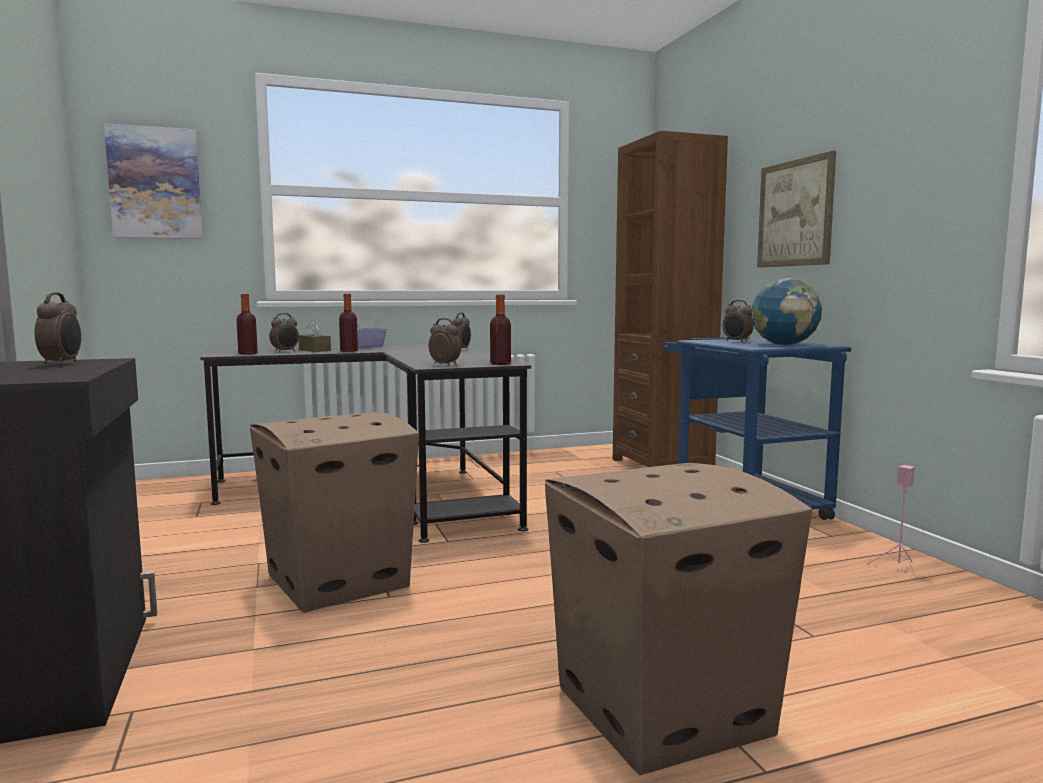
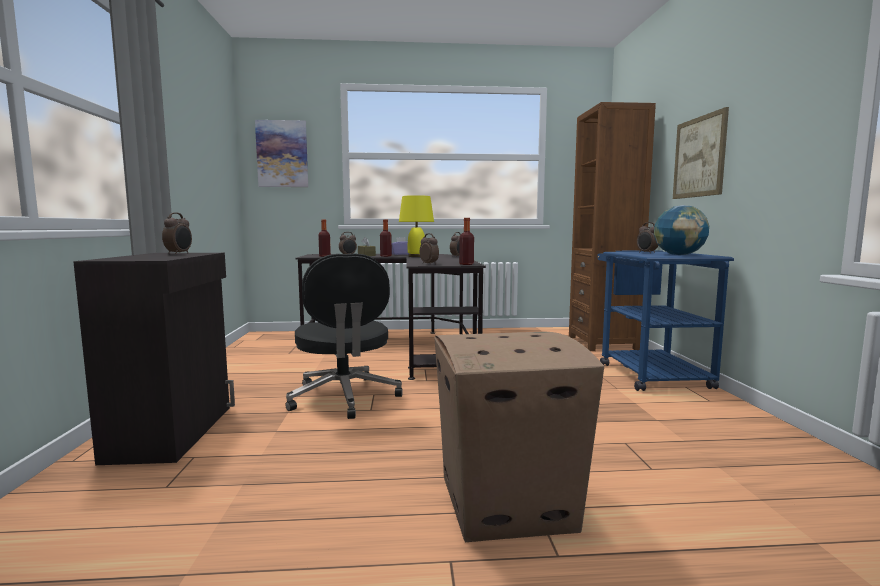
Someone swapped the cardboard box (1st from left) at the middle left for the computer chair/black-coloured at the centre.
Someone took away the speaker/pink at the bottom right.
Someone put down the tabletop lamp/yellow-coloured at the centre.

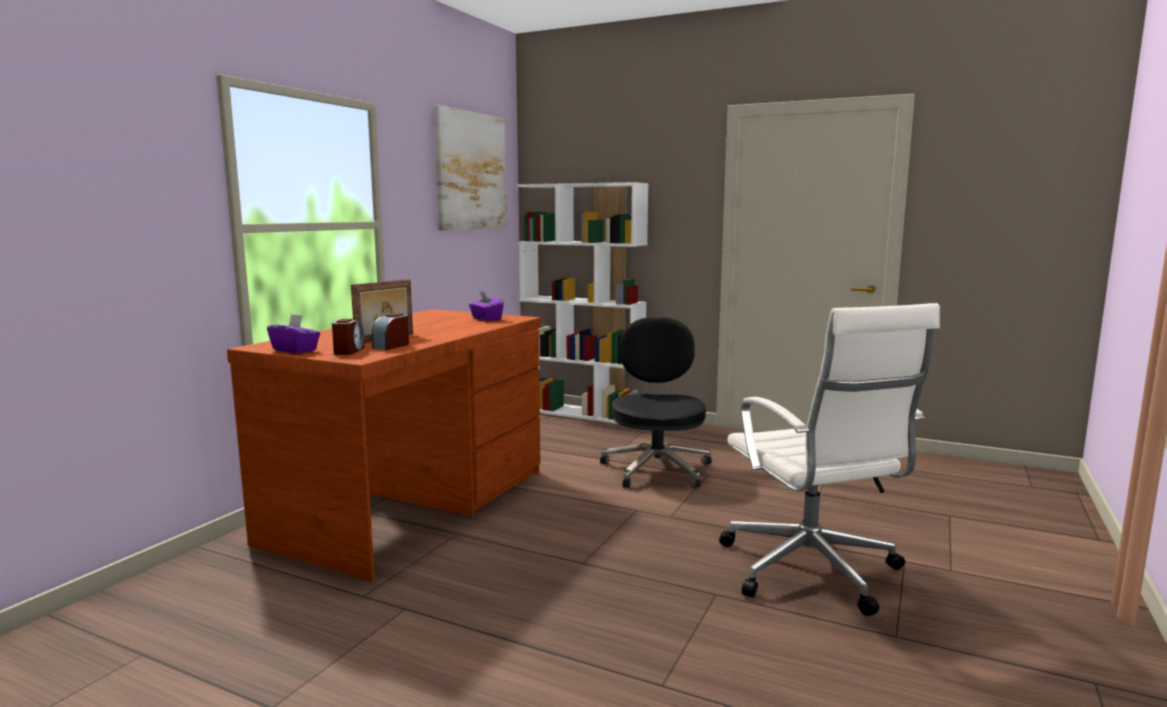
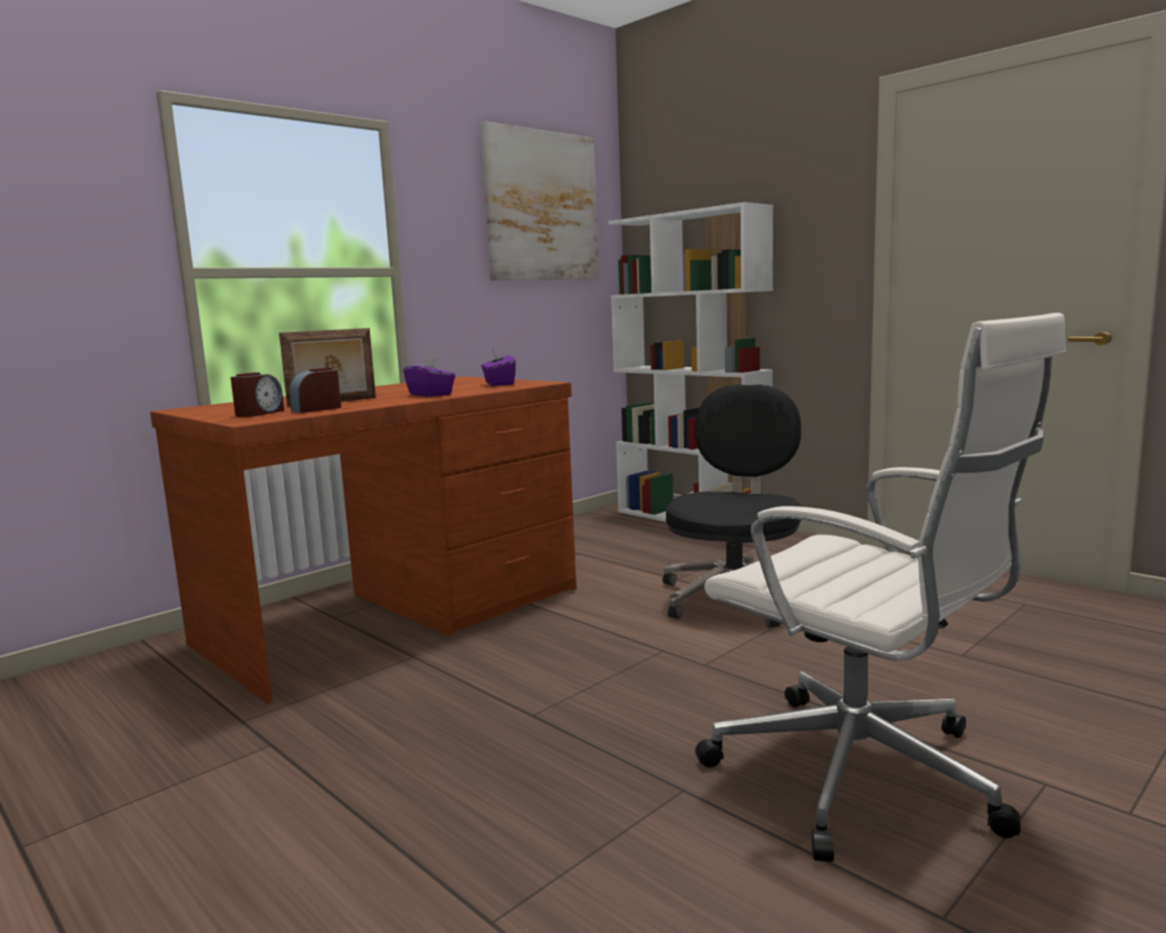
Someone rotated the computer chair/whitish at the middle right by 45 degrees counterclockwise.
Someone carried the tissue holder/purple-coloured (1st from left) from the middle left to the centre.

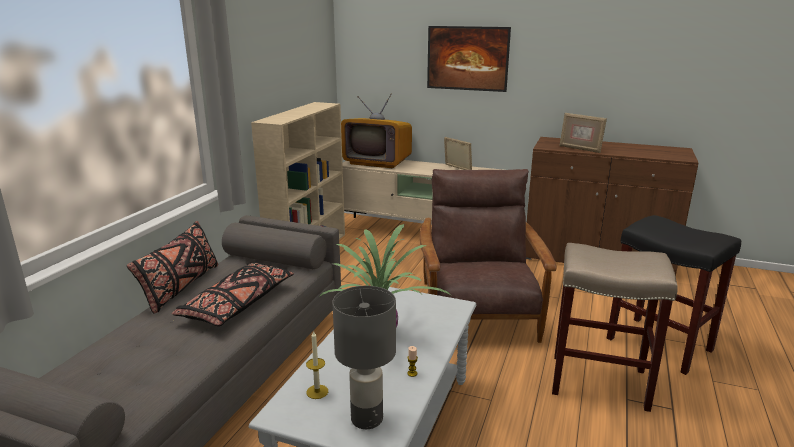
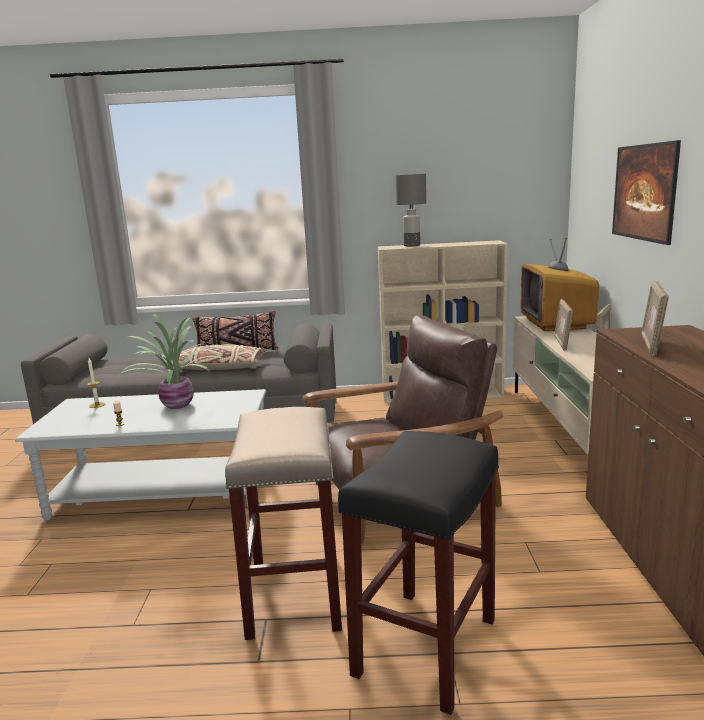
Someone repainted the pillow/black-coloured (2nd from left) at the middle left, which became the pillow/sand-coloured at the middle left.
Someone carried the tabletop lamp/greyish from the bottom centre to the top centre.
Someone put down the picture frame (1st from left) at the middle right.

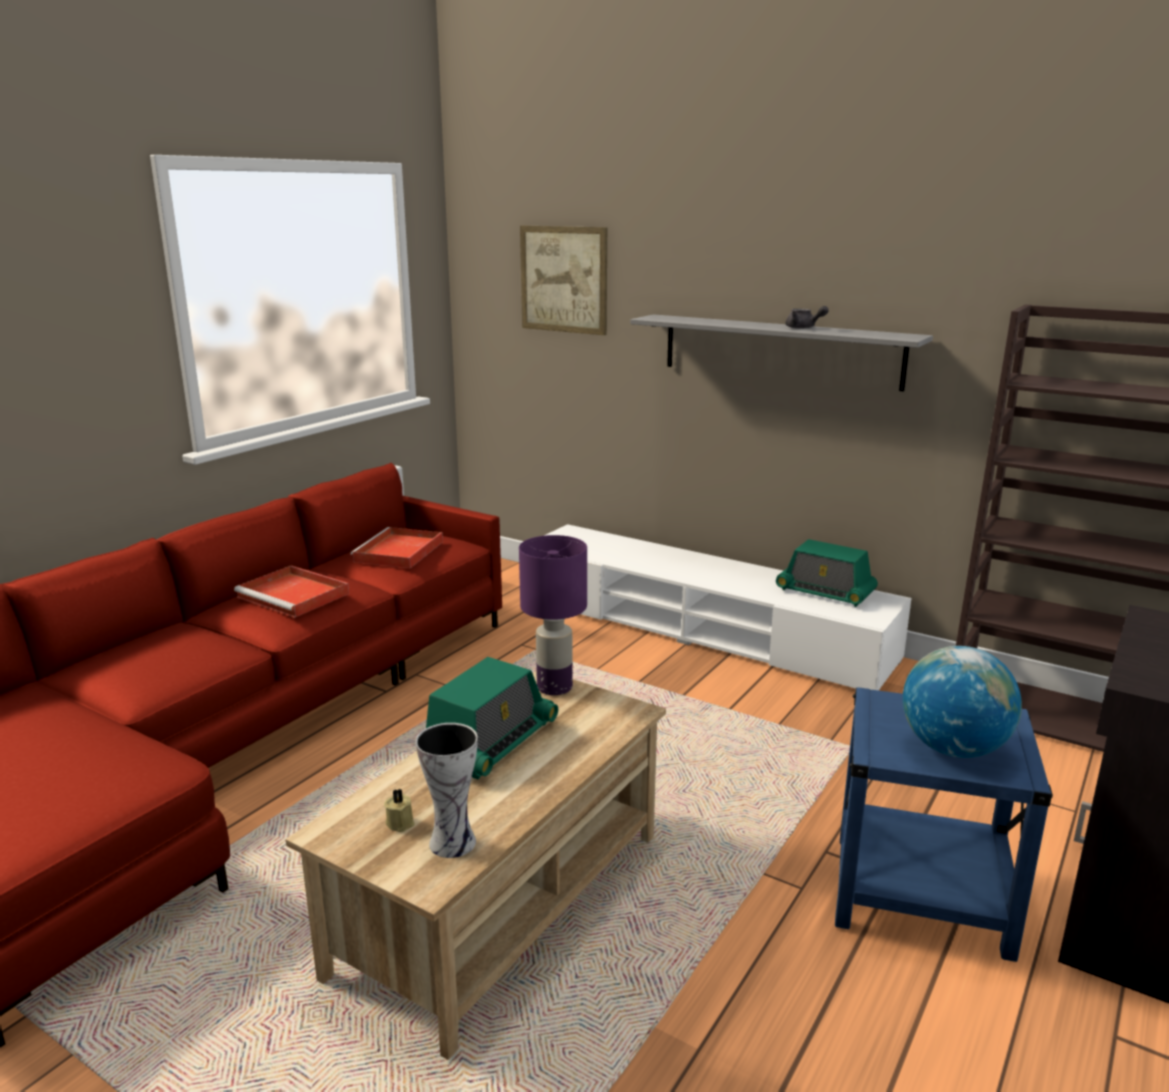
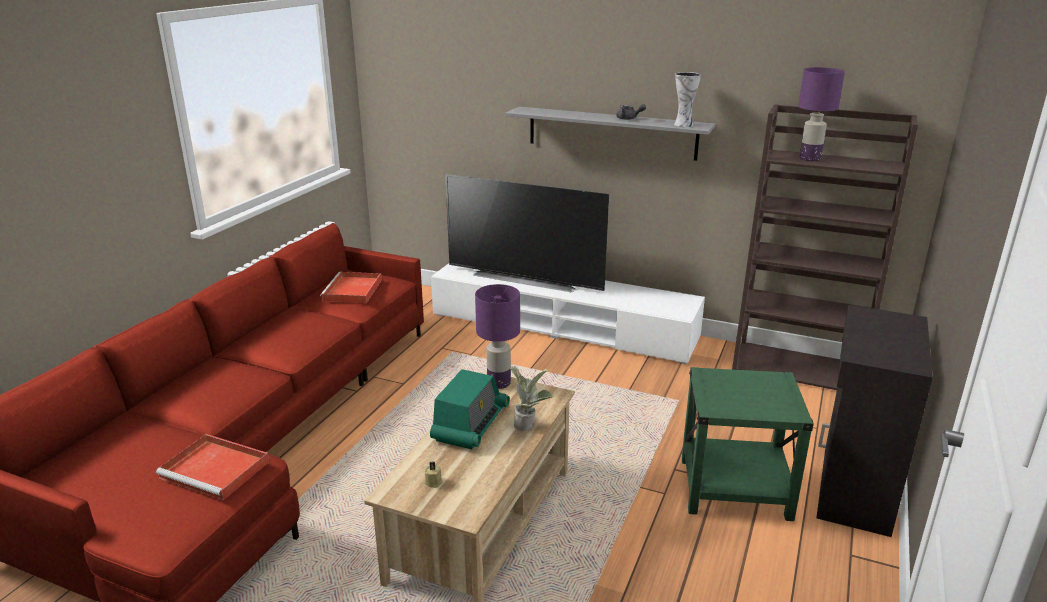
Someone took away the picture at the top centre.
Someone took away the radio (2nd from left) at the middle right.
Someone carried the tray/red-coloured (1st from left) from the middle left to the bottom left.
Someone took away the world globe at the middle right.
Someone repainted the side table/blue-coloured at the bottom right, which became the side table/green-coloured at the bottom right.
Someone carried the decorative vase from the bottom centre to the top centre.
Someone put down the tabletop lamp/purple-coloured (2nd from left) at the top right.
Someone put down the TV at the centre.
Someone put down the potted plant at the centre.

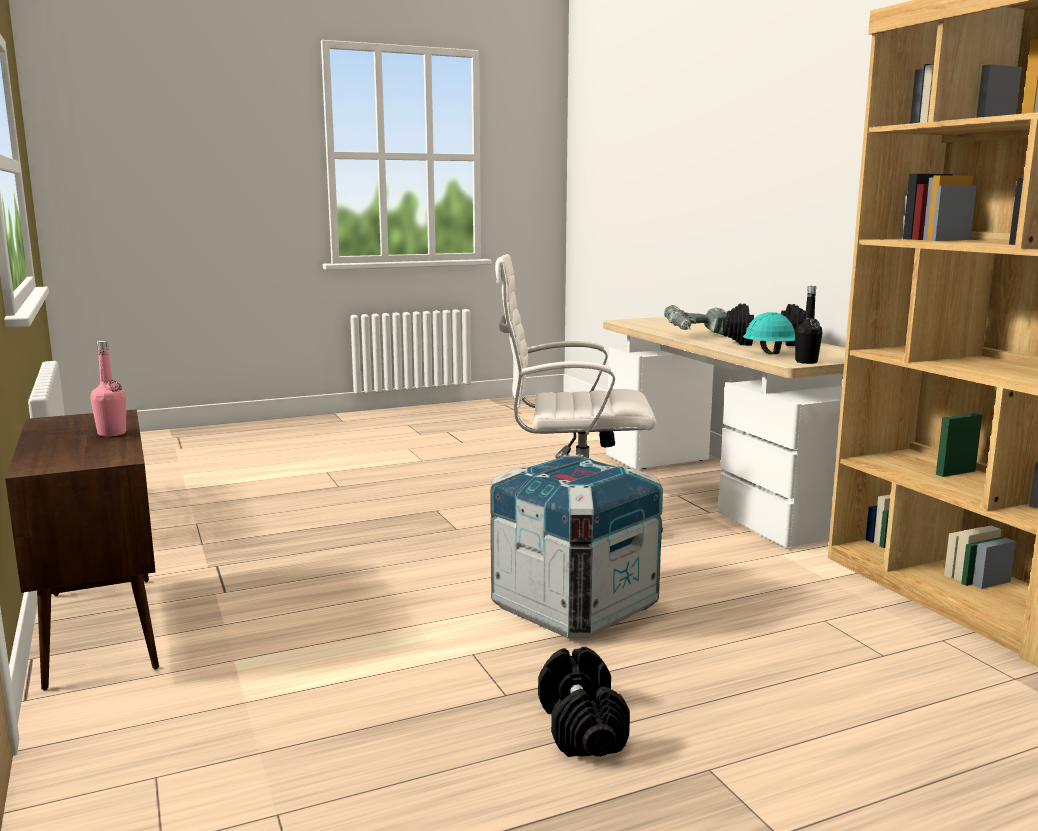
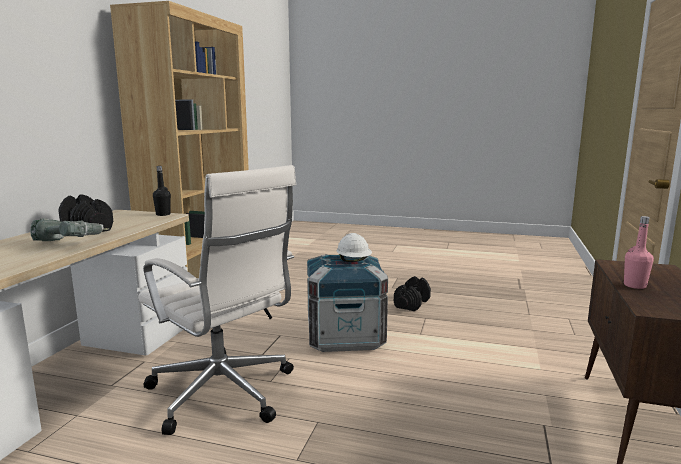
Someone took away the safety helmet/blue-green at the middle right.
Someone put down the safety helmet/whitish at the centre.

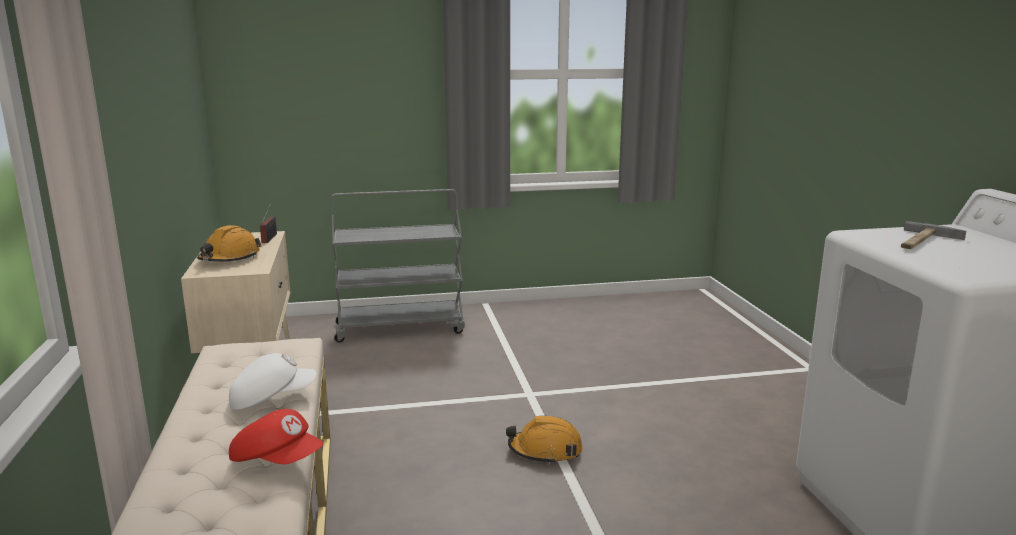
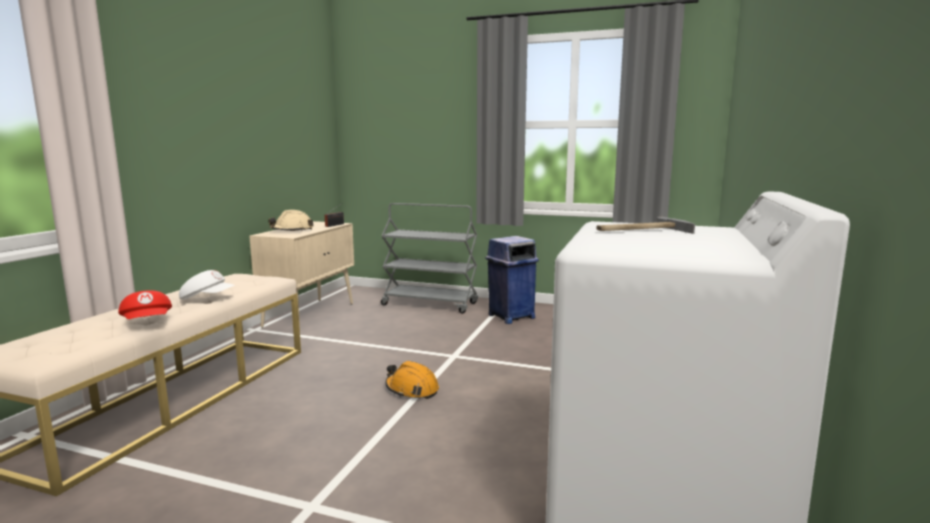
Someone repainted the safety helmet/orangey (1st from left) at the middle left, which became the safety helmet/sand-coloured at the middle left.
Someone put down the rubbish bin/blue-coloured at the centre.

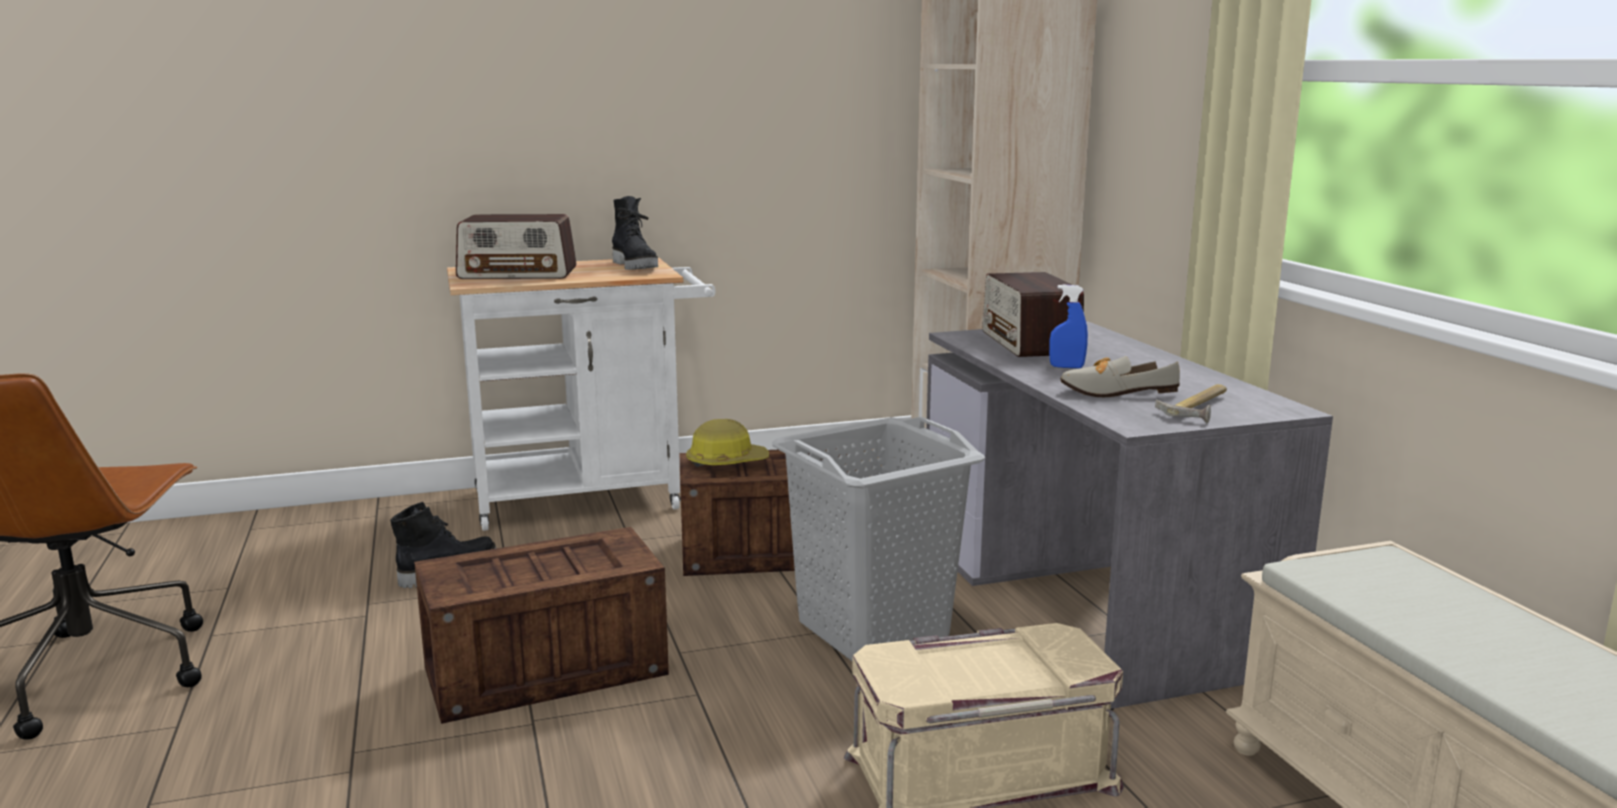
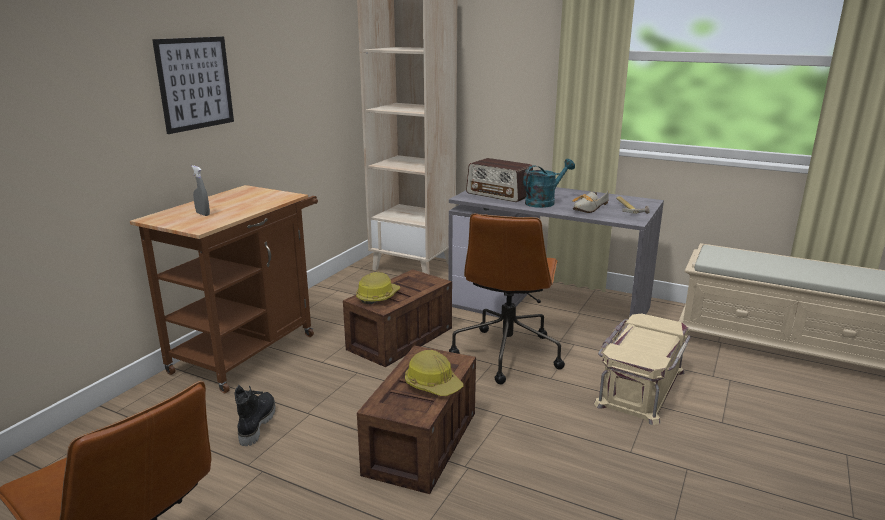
Someone took away the high-top boot/black-coloured (2nd from left) at the top centre.
Someone swapped the radio (1st from left) at the top left for the spray bottle/greyish at the middle left.
Someone repainted the trolley/whitish at the centre, which became the trolley/brown-coloured at the middle left.
Someone swapped the spray bottle/blue-coloured at the centre for the watering can/blue-green at the centre.
Someone swapped the laundry basket/greyish at the bottom centre for the computer chair/brown-coloured (2nd from left) at the centre.
Someone put up the picture at the top left.
Someone put down the safety helmet (2nd from left) at the bottom centre.

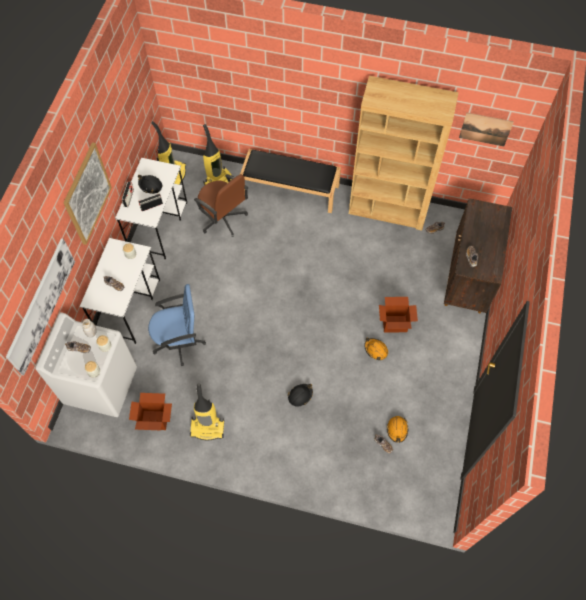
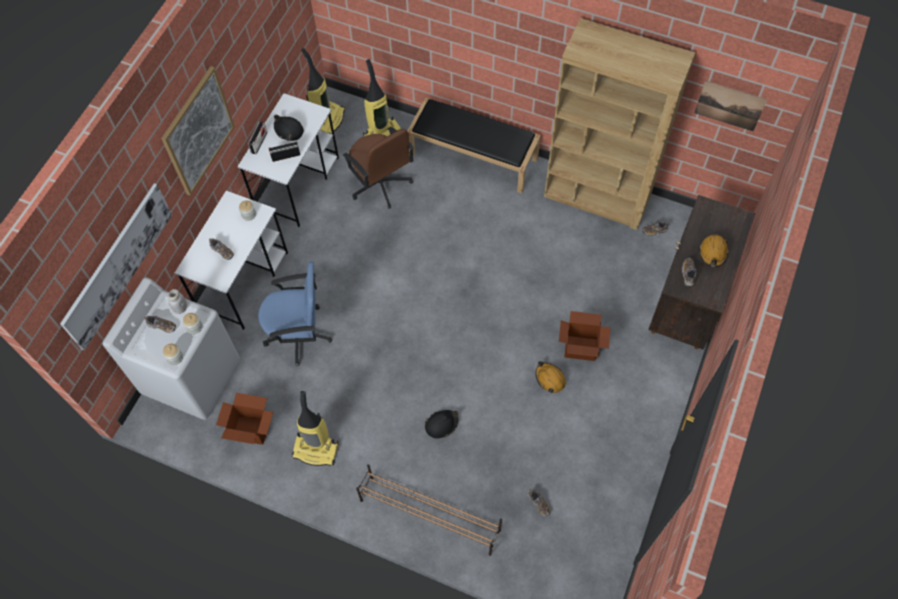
Someone carried the safety helmet/orangey (2nd from left) from the bottom right to the middle right.
Someone put down the shoe rack/brown-coloured at the bottom centre.

